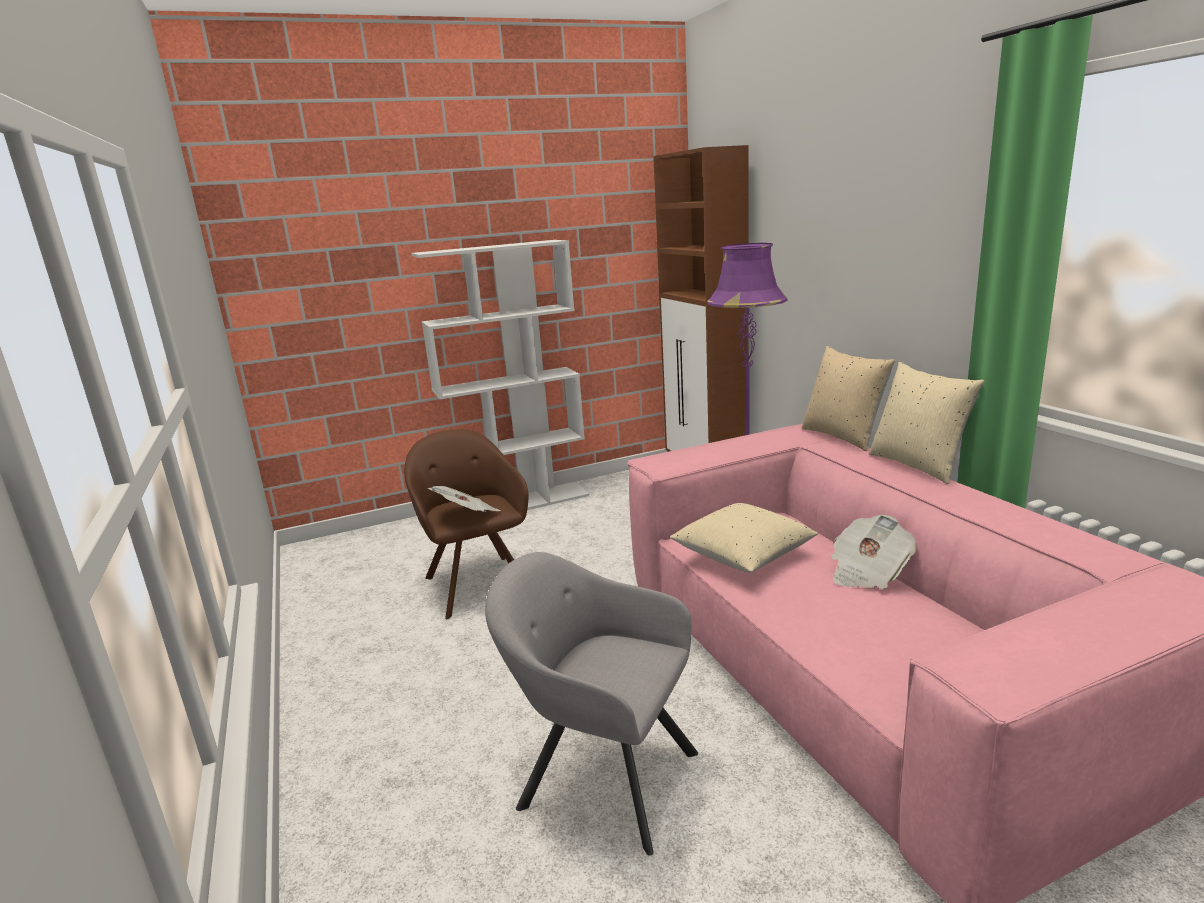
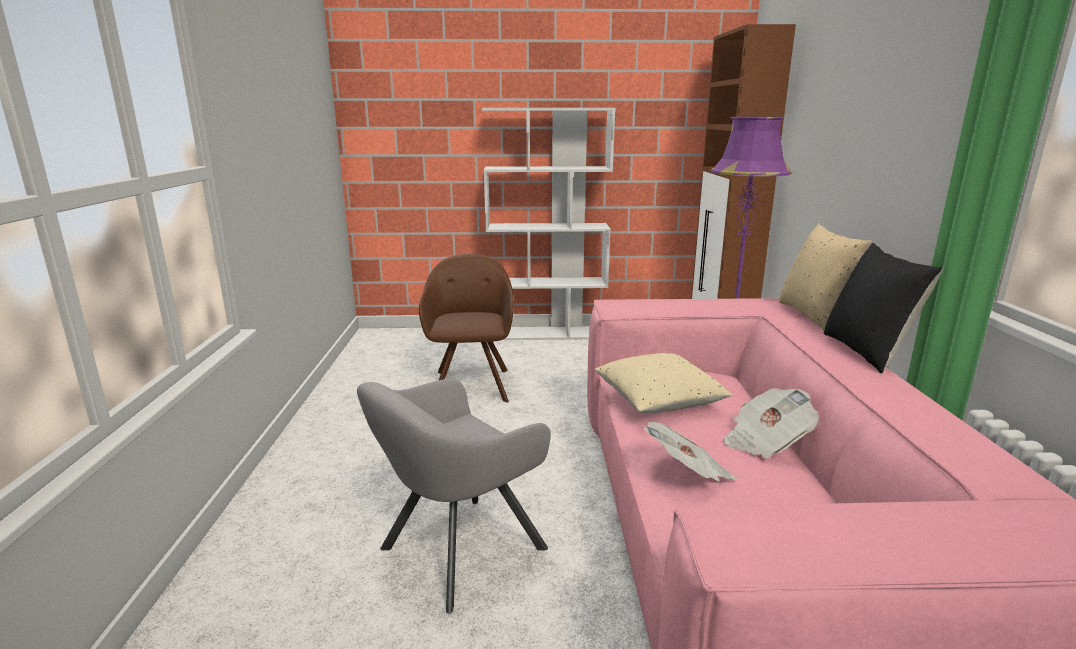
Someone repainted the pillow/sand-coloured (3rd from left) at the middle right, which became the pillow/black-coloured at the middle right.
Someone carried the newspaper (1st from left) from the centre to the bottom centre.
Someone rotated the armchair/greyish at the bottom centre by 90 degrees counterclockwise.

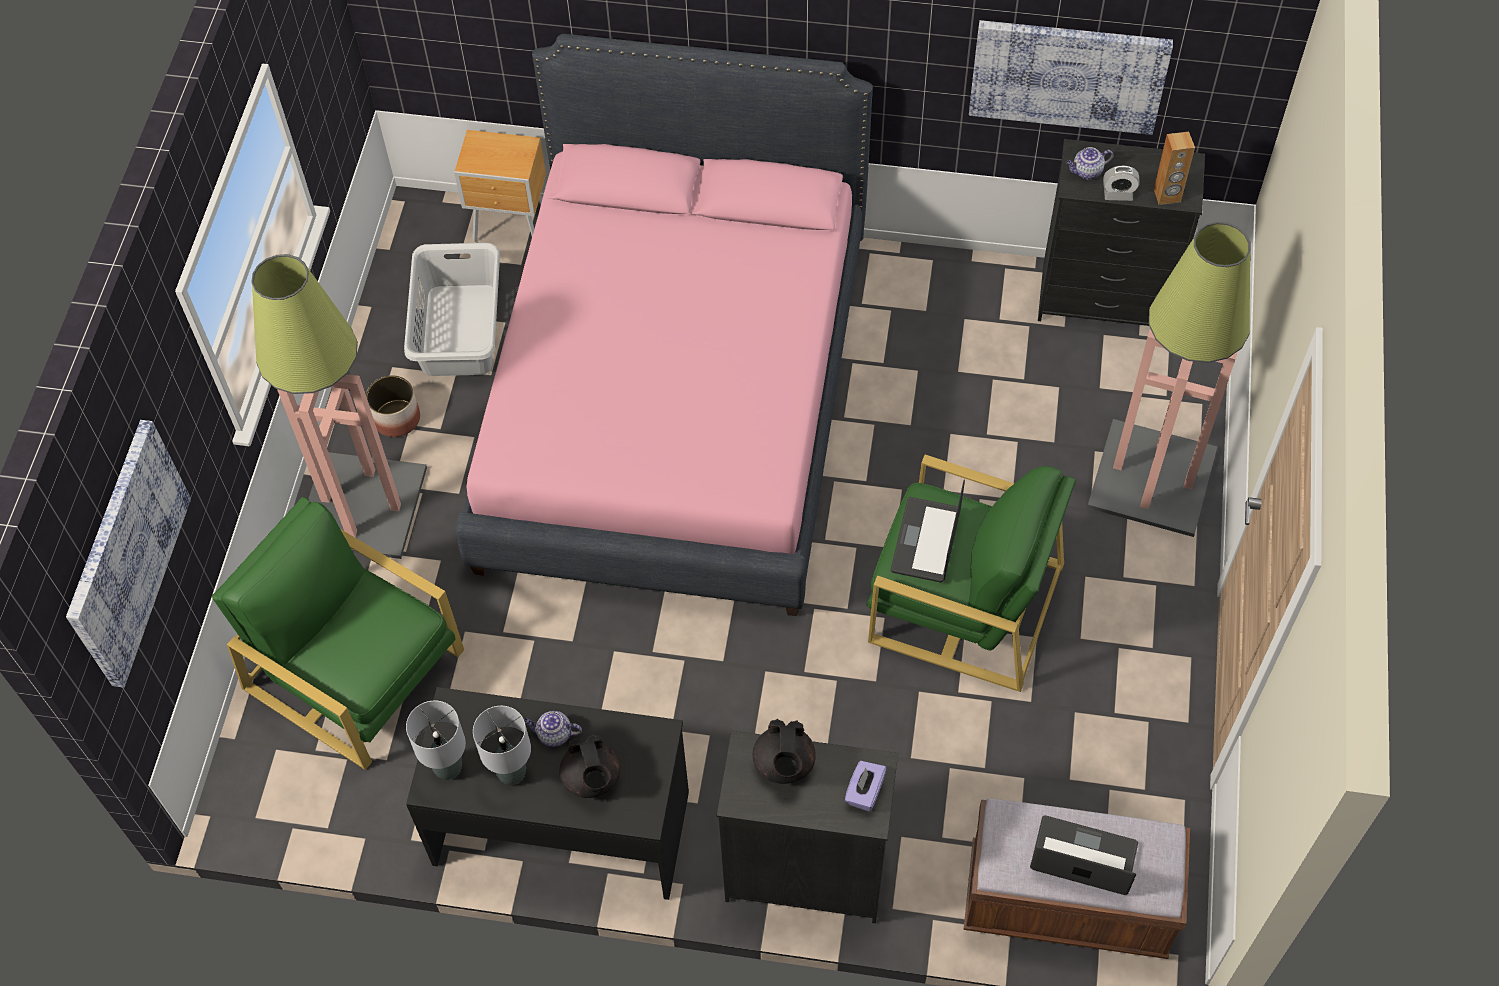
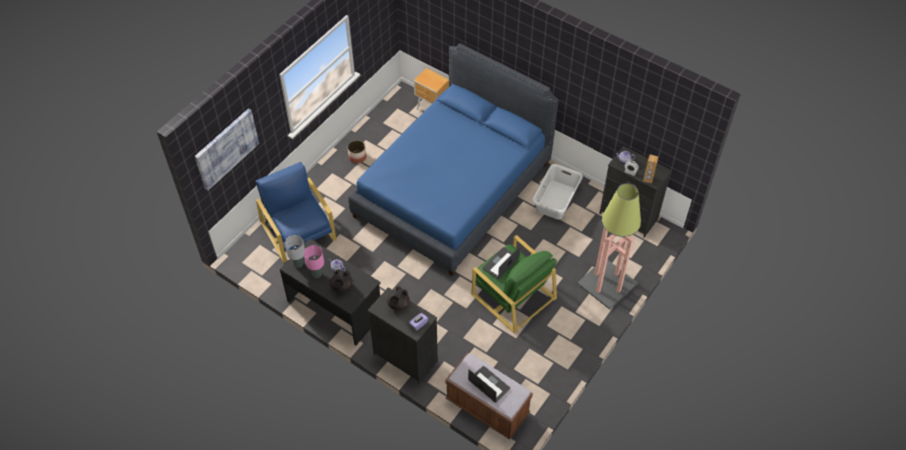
Someone took away the picture (2nd from left) at the top right.
Someone repainted the bedroom bed/pink at the top centre, which became the bedroom bed/blue-coloured at the centre.
Someone carried the laundry basket/greyish from the top left to the centre.
Someone took away the floor lamp (1st from left) at the middle left.
Someone repainted the armchair/green-coloured (1st from left) at the middle left, which became the armchair/blue-coloured at the middle left.
Someone repainted the tabletop lamp/greyish (2nd from left) at the bottom centre, which became the tabletop lamp/pink at the centre.

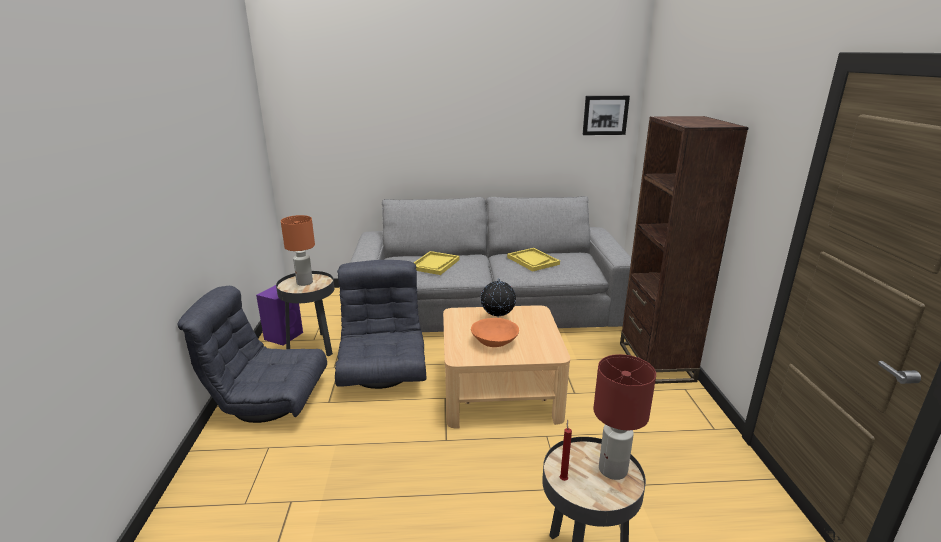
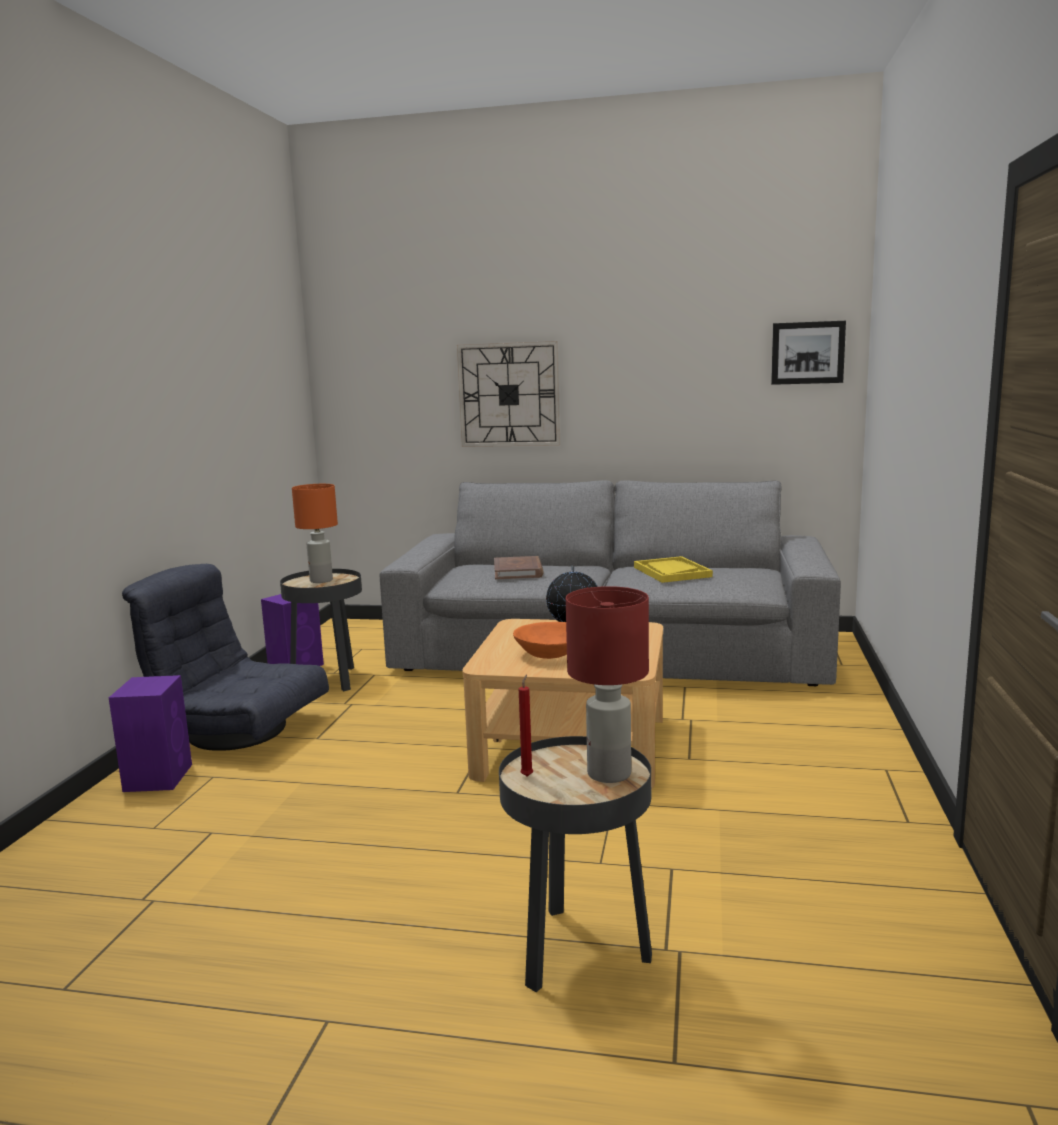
Someone took away the bookshelf/brown-coloured at the middle right.
Someone swapped the tray/yellow-coloured (1st from left) at the centre for the volume/brown-coloured at the centre.
Someone took away the armchair/greyish (2nd from left) at the centre.
Someone put up the hanging clock at the centre.
Someone put down the speaker/purple-coloured (1st from left) at the middle left.

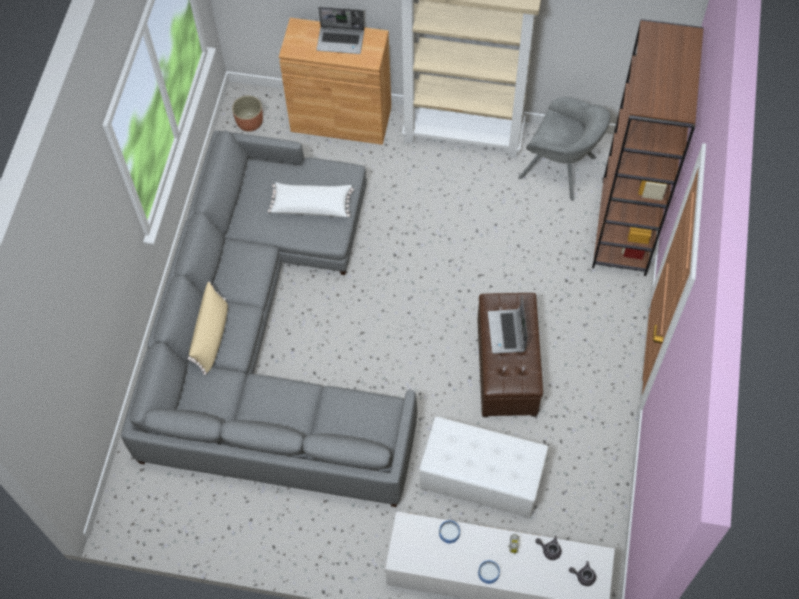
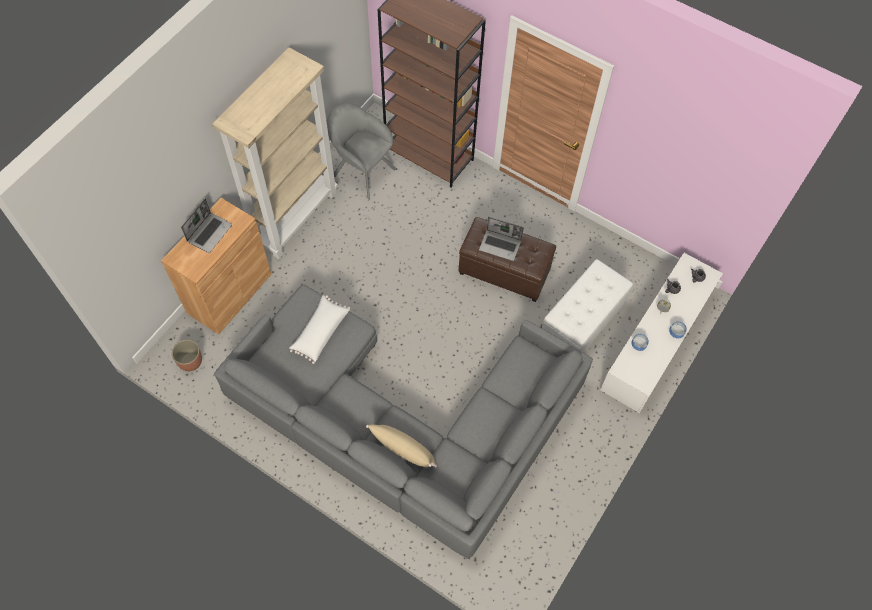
Someone rotated the armchair/greyish at the top right by 105 degrees counterclockwise.

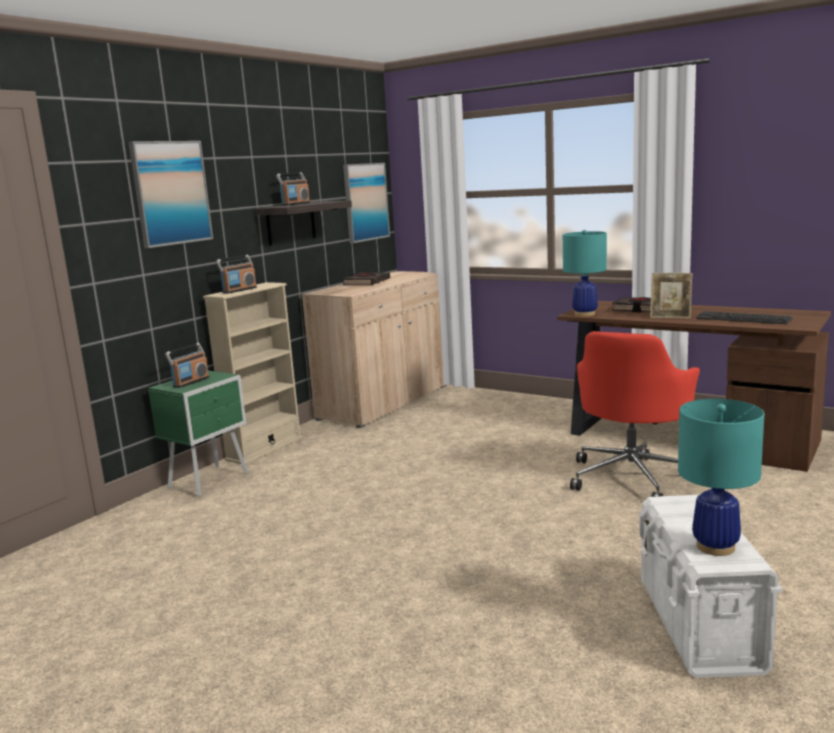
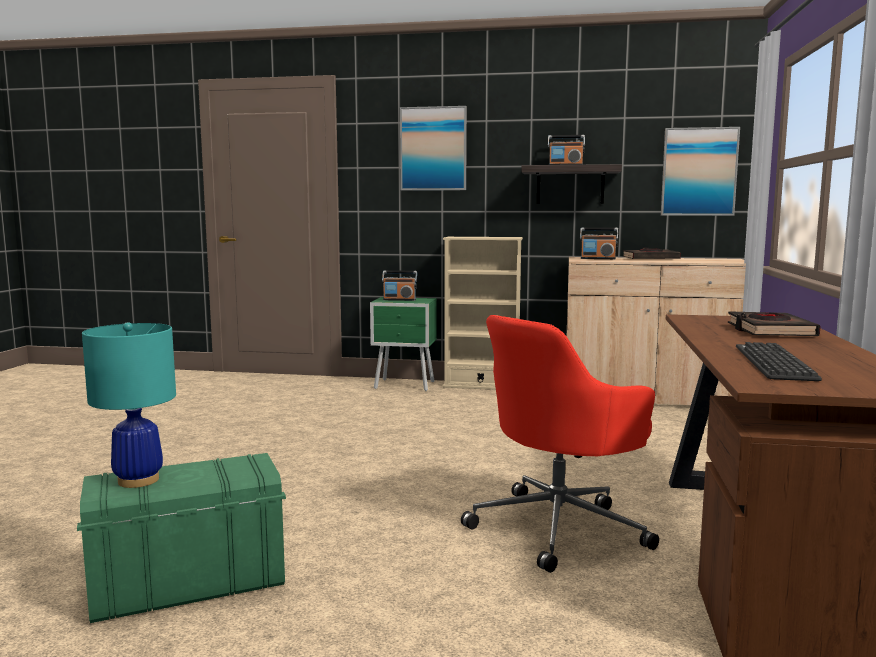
Someone took away the tabletop lamp/blue-green (1st from left) at the middle right.
Someone carried the radio (2nd from left in the first image) from the middle left to the middle right.
Someone took away the picture frame at the middle right.
Someone rotated the computer chair/red-coloured at the middle right by 45 degrees counterclockwise.
Someone repainted the storage bin/whitish at the bottom right, which became the storage bin/green-coloured at the bottom left.

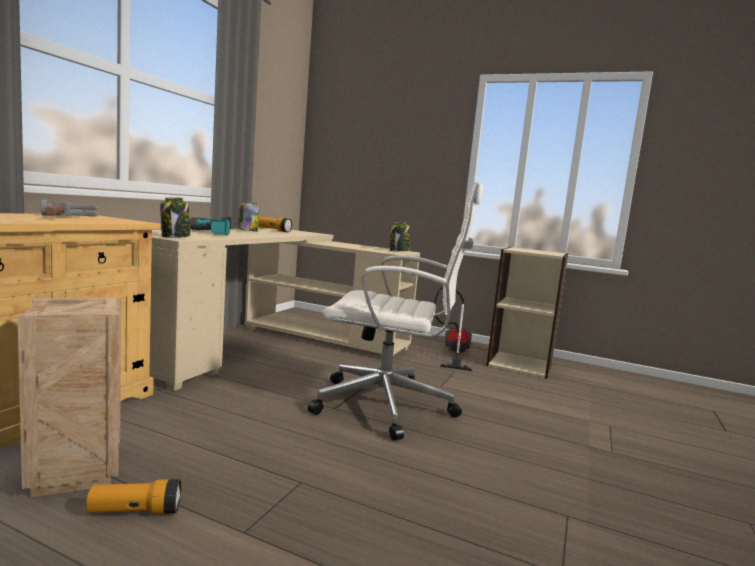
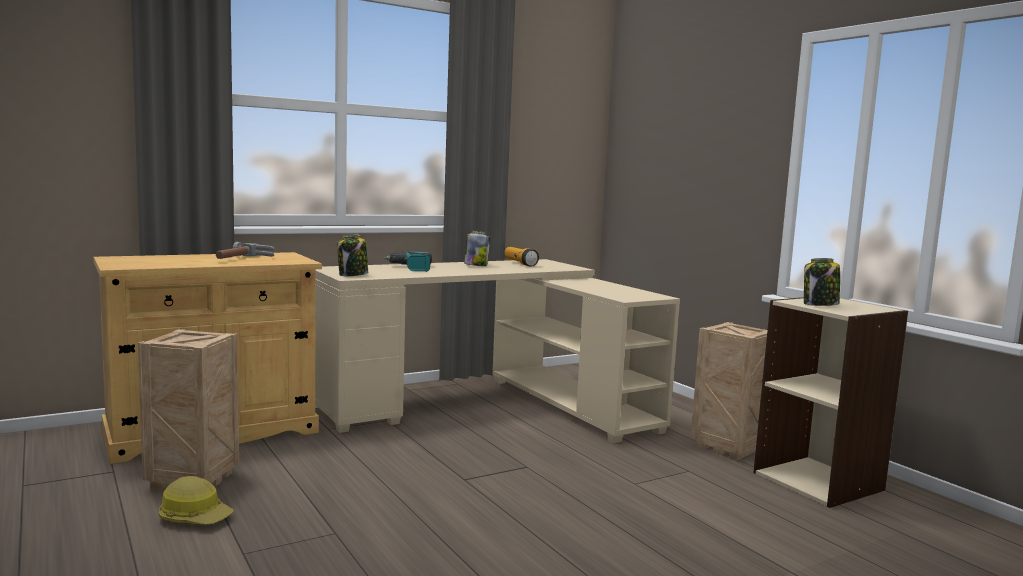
Someone took away the computer chair/whitish at the centre.
Someone carried the jar (3rd from left) from the centre to the middle right.
Someone swapped the vacuum cleaner at the centre for the shipping crate (2nd from left) at the bottom right.
Someone swapped the torch (1st from left) at the bottom left for the safety helmet at the bottom left.

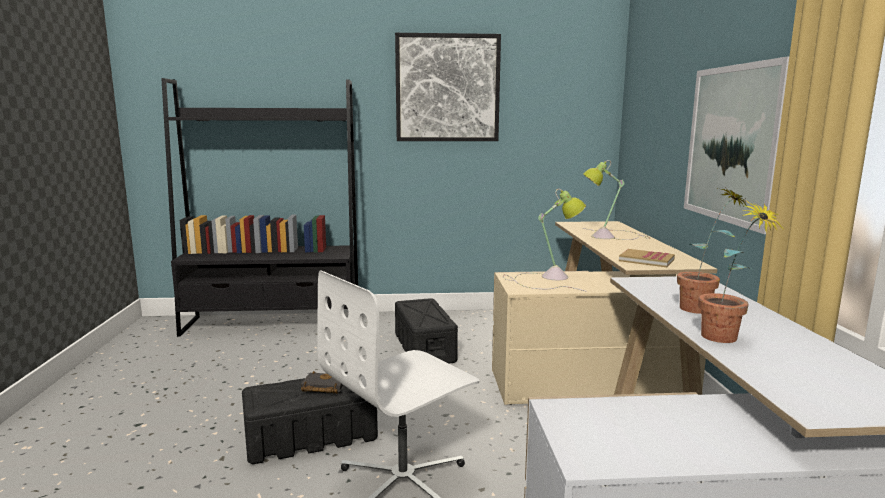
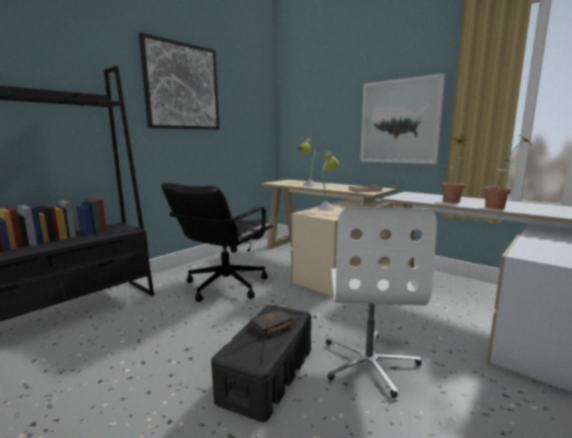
Someone swapped the storage bin/black-coloured (2nd from left) at the centre for the computer chair/black-coloured at the centre.

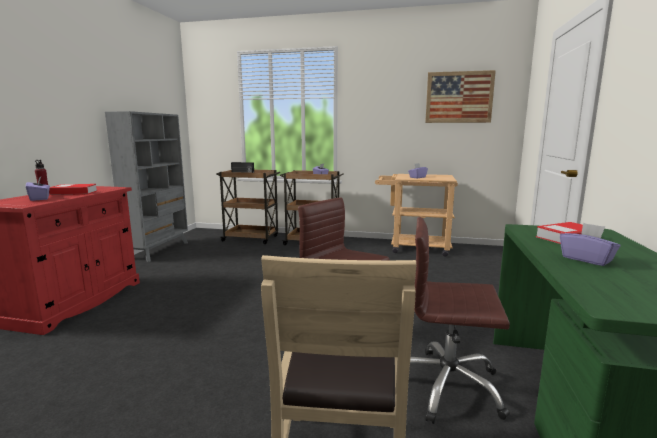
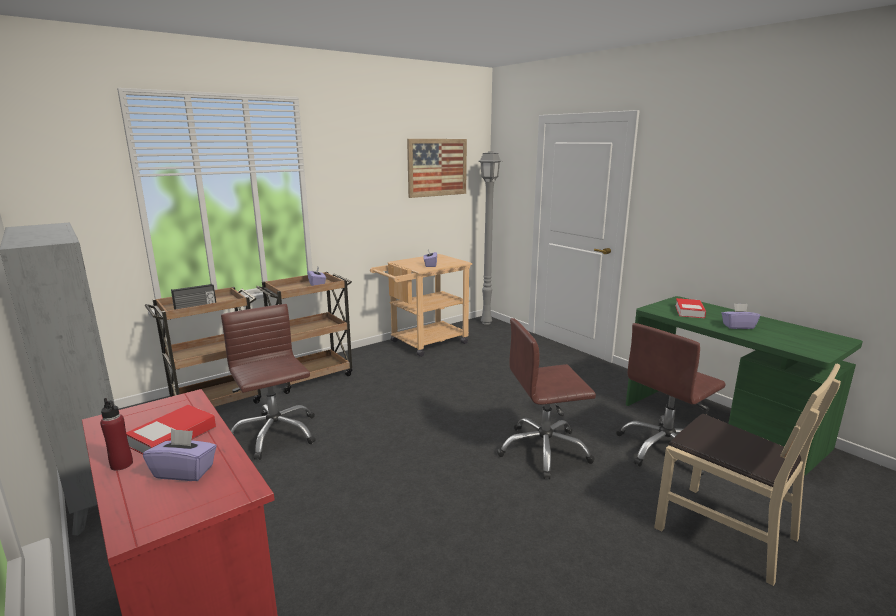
Someone put down the floor lamp/greyish at the centre.
Someone put down the computer chair/brown-coloured (1st from left) at the middle left.

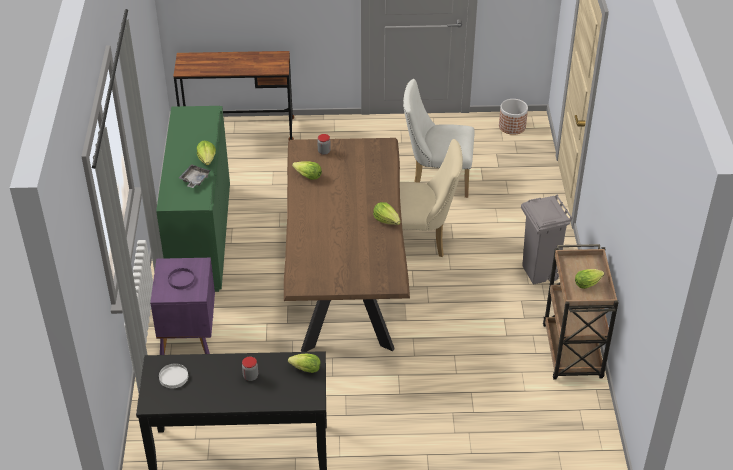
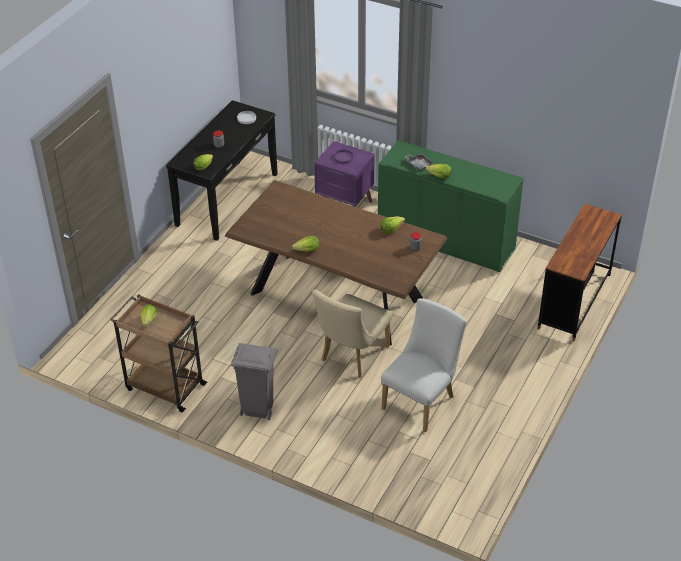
Someone took away the flower pot at the top right.

